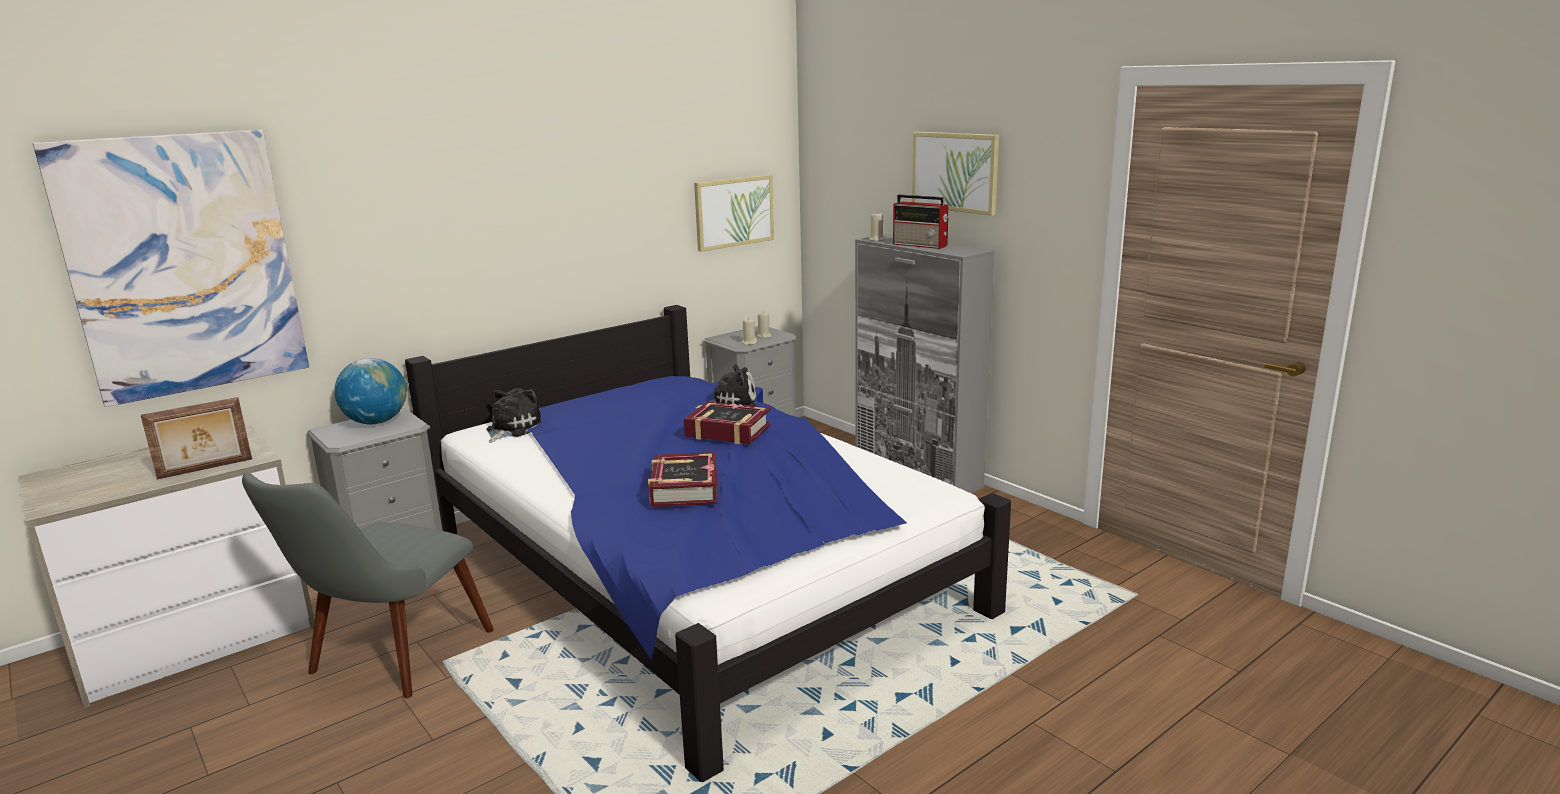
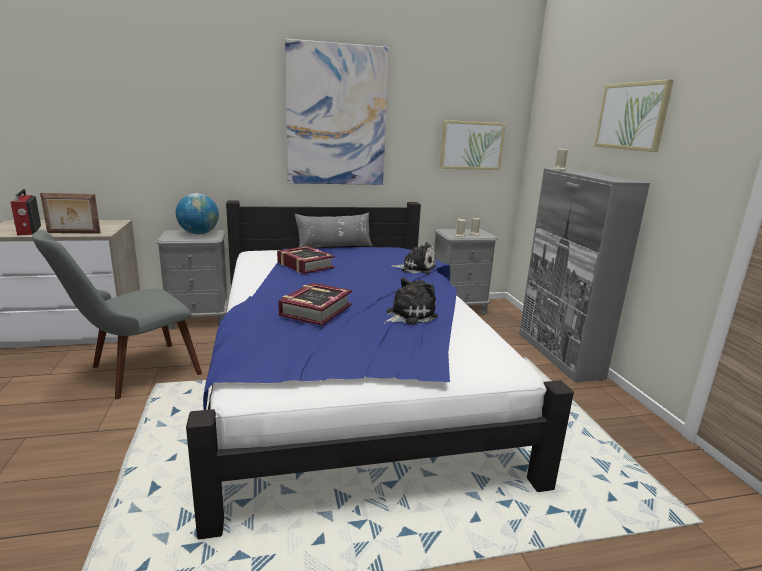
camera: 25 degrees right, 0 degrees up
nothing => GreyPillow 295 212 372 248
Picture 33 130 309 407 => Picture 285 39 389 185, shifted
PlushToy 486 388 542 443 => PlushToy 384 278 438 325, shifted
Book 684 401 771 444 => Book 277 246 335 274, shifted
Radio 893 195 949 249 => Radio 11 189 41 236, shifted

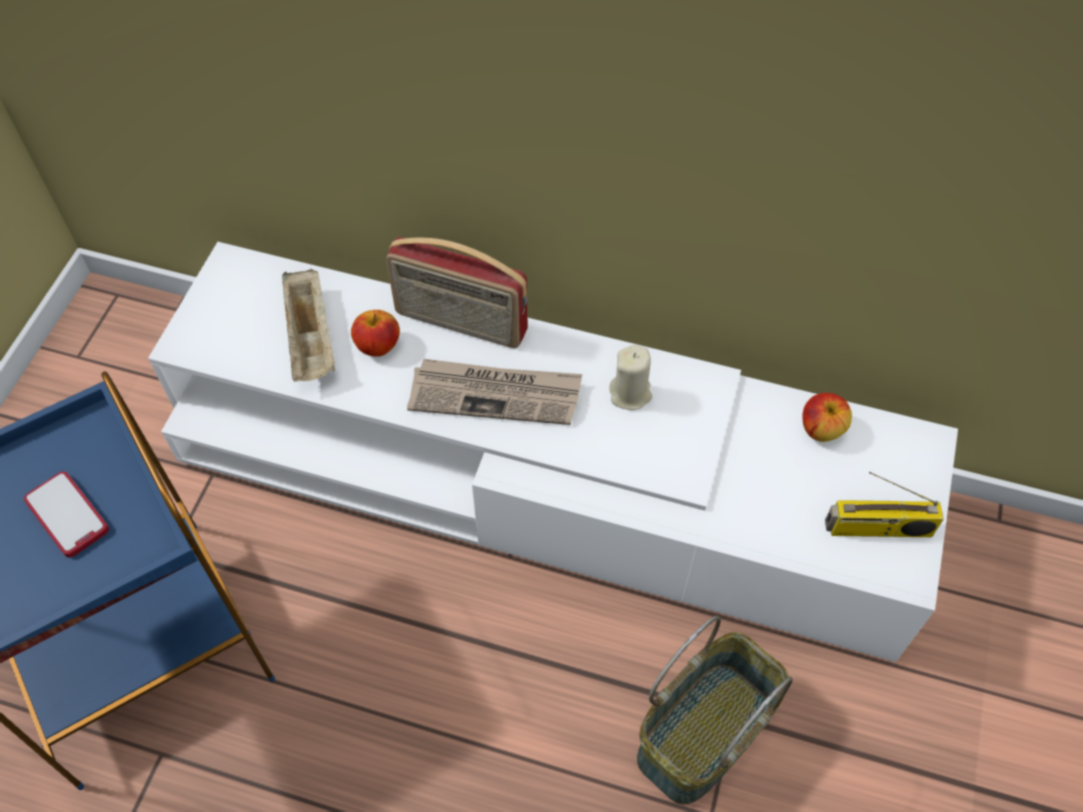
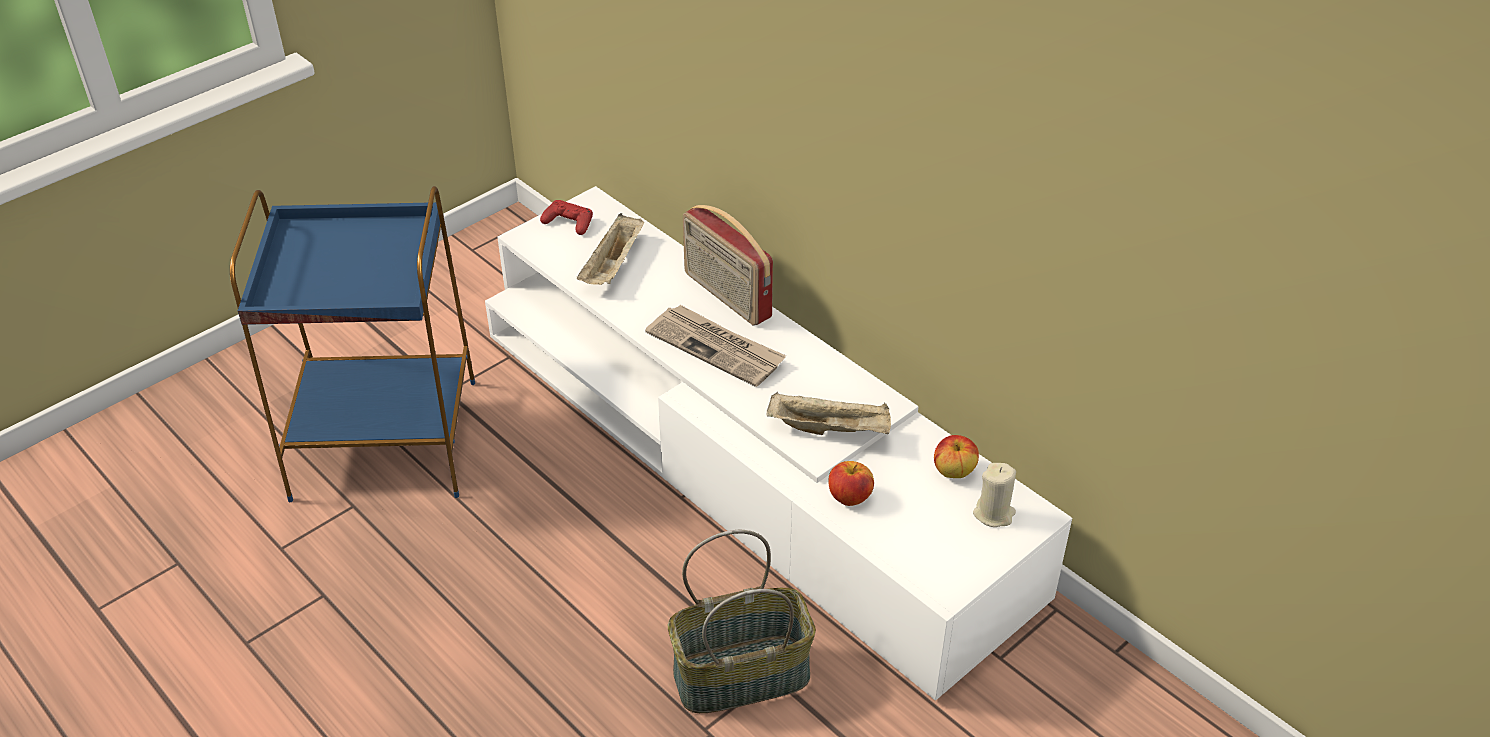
camera: 30 degrees right, 15 degrees down
Phone 24 472 109 558 => nothing
Radio 825 472 944 537 => nothing
nothing => RedGameController 540 200 593 235
nothing => BeigeTray 767 392 891 435
Apple 351 310 400 357 => Apple 829 461 874 506, shifted
BeigeCandle 609 345 652 410 => BeigeCandle 973 463 1016 527, shifted

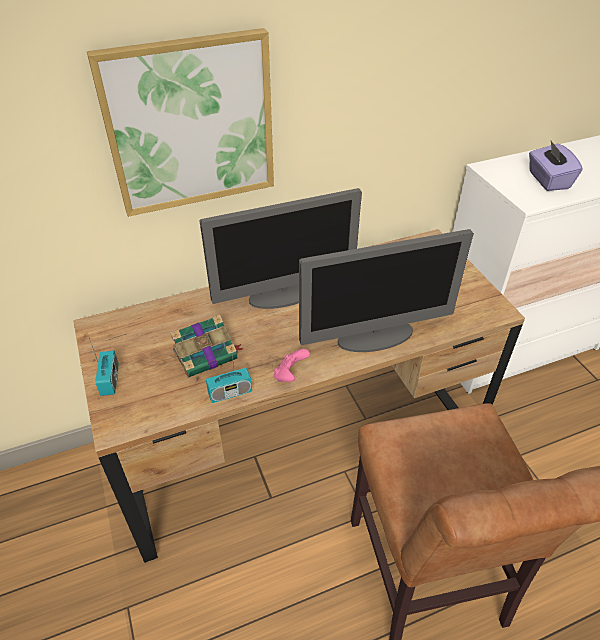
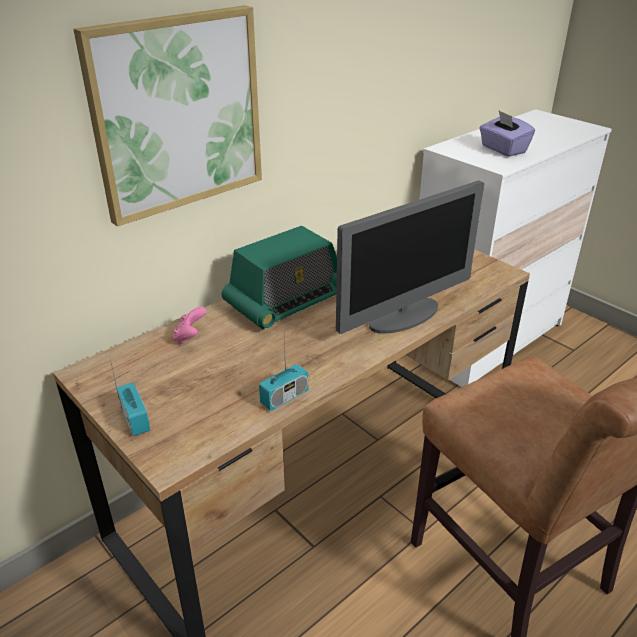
camera: 20 degrees left, 10 degrees down
Book 170 315 244 377 => nothing
PinkGameController 274 349 310 382 => PinkGameController 173 307 207 345, shifted
Monitor 200 188 362 309 => Radio 222 226 337 329

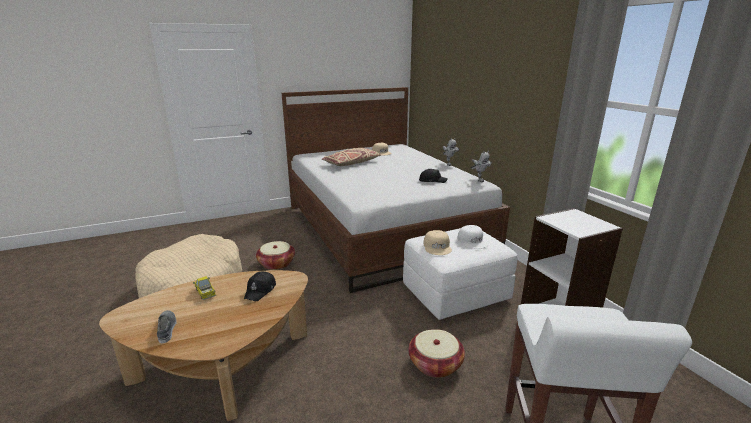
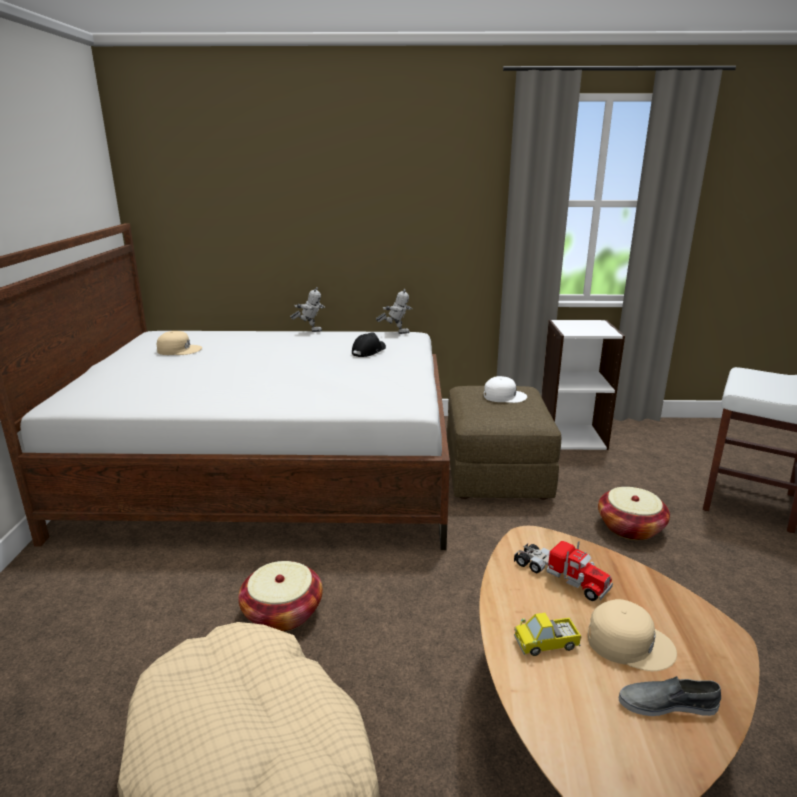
camera: 65 degrees left, 0 degrees up
BeigePillow 322 148 381 166 => nothing
BeigeCap 424 230 452 255 => BeigeCap 588 599 677 671, shifted
BlackCap 244 272 276 301 => ToyTruck 514 541 613 601
WhiteOttoman 403 228 517 320 => BrownOttoman 447 386 561 500

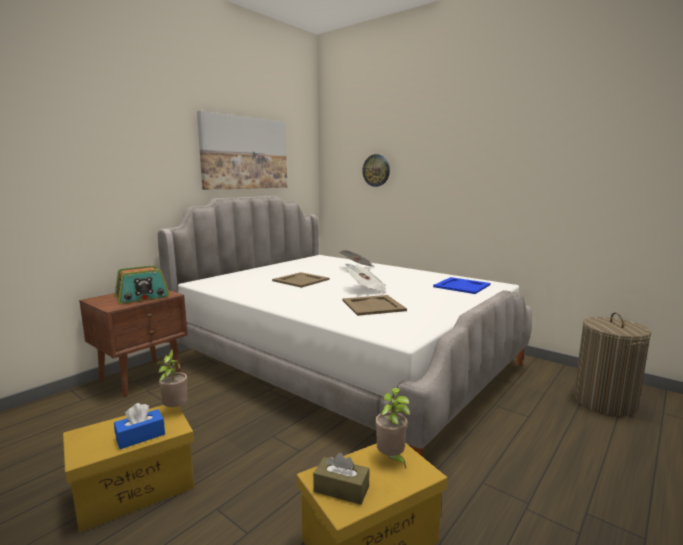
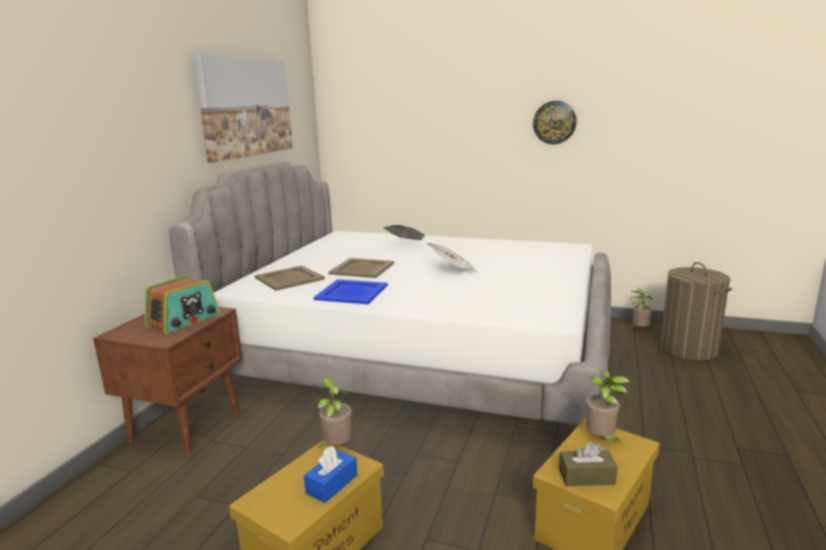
camera: 20 degrees left, 5 degrees up
nothing => PottedPlant 629 288 652 328
BeigeTray 342 295 407 316 => BeigeTray 255 265 325 291, shifted
WallClock 362 154 390 187 => WallClock 533 101 577 144, shifted
BlueTray 433 277 490 294 => BlueTray 314 279 388 304, shifted

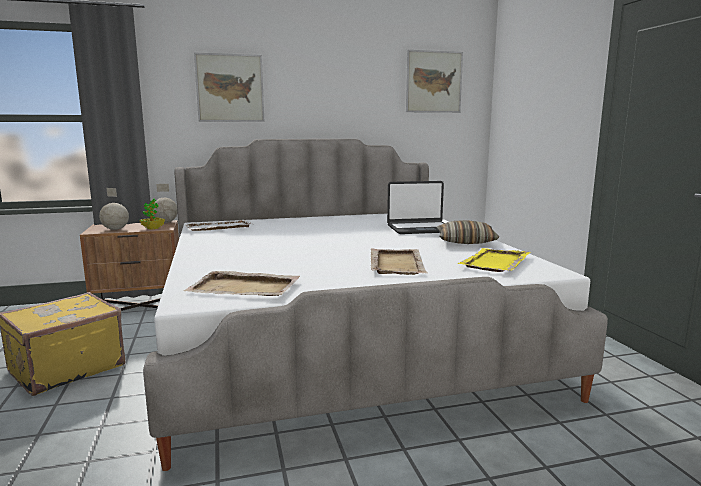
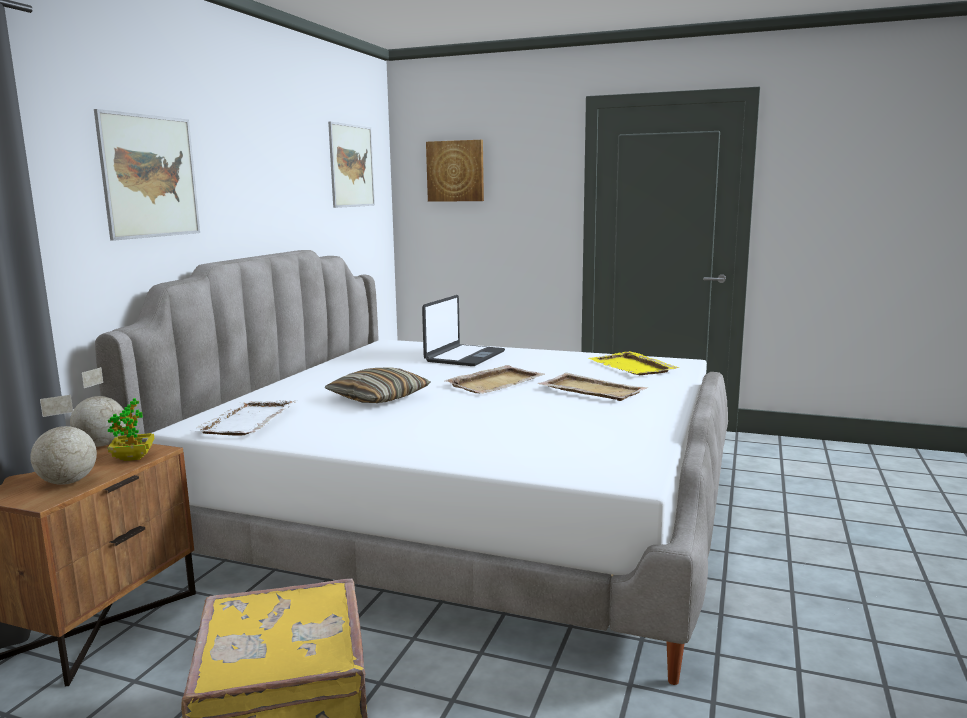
camera: 55 degrees left, 0 degrees up
nothing => Picture 426 140 484 202
BeigeTray 183 271 300 296 => BeigeTray 444 365 544 394, shifted
Pillow 436 220 499 244 => Pillow 325 367 430 403, shifted

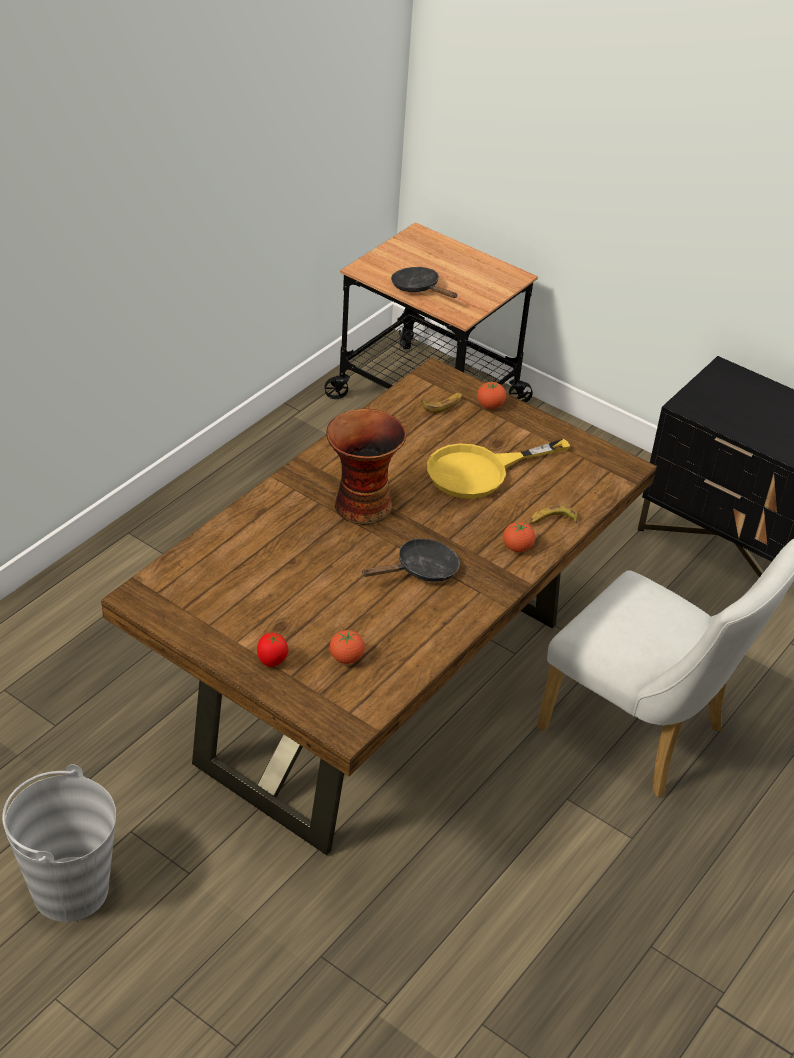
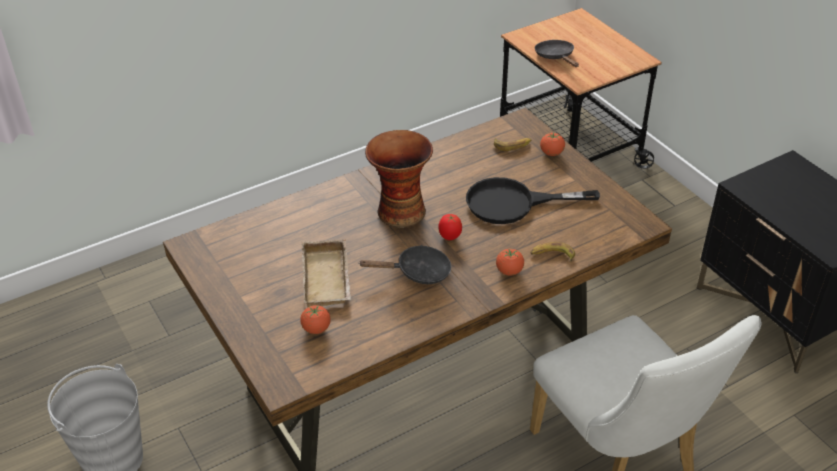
camera: 25 degrees right, 0 degrees up
nothing => BeigeTray 301 239 351 307
Tomato 257 633 288 667 => Tomato 438 214 462 240, shifted
YellowFryingPan 427 439 570 499 => BlackFryingPan 466 177 600 224

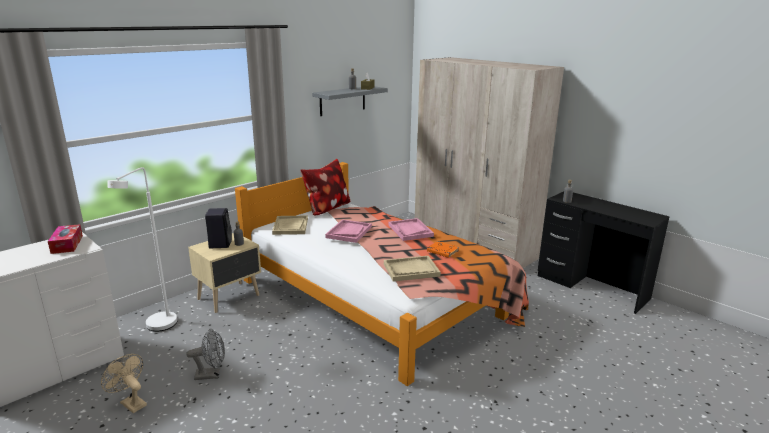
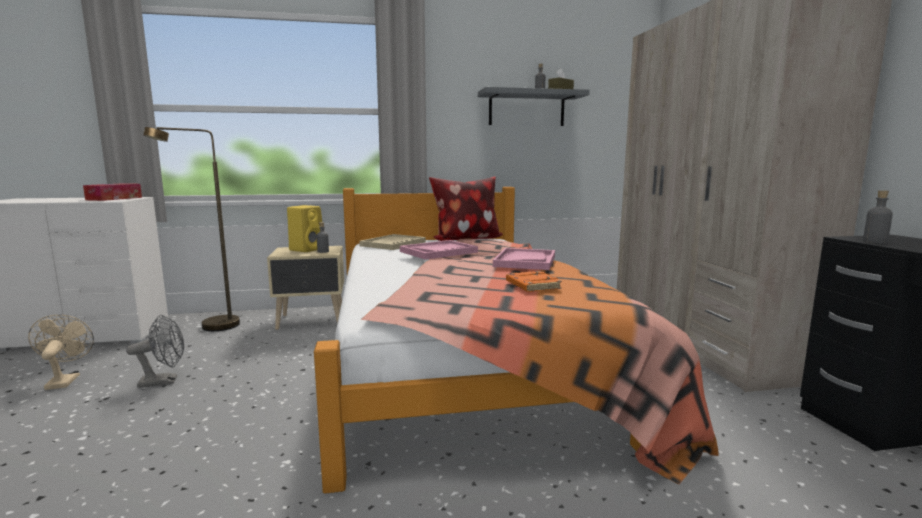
camera: 35 degrees right, 10 degrees down
BeigeTray 384 256 441 282 => nothing
WhiteFloorLamp 107 167 177 332 => BrownFloorLamp 143 127 240 331
BlackSpeaker 205 208 232 248 => YellowSpeaker 287 205 322 252
GreyFan 186 329 225 380 => GreyFan 126 315 184 388, 45 degrees counterclockwise

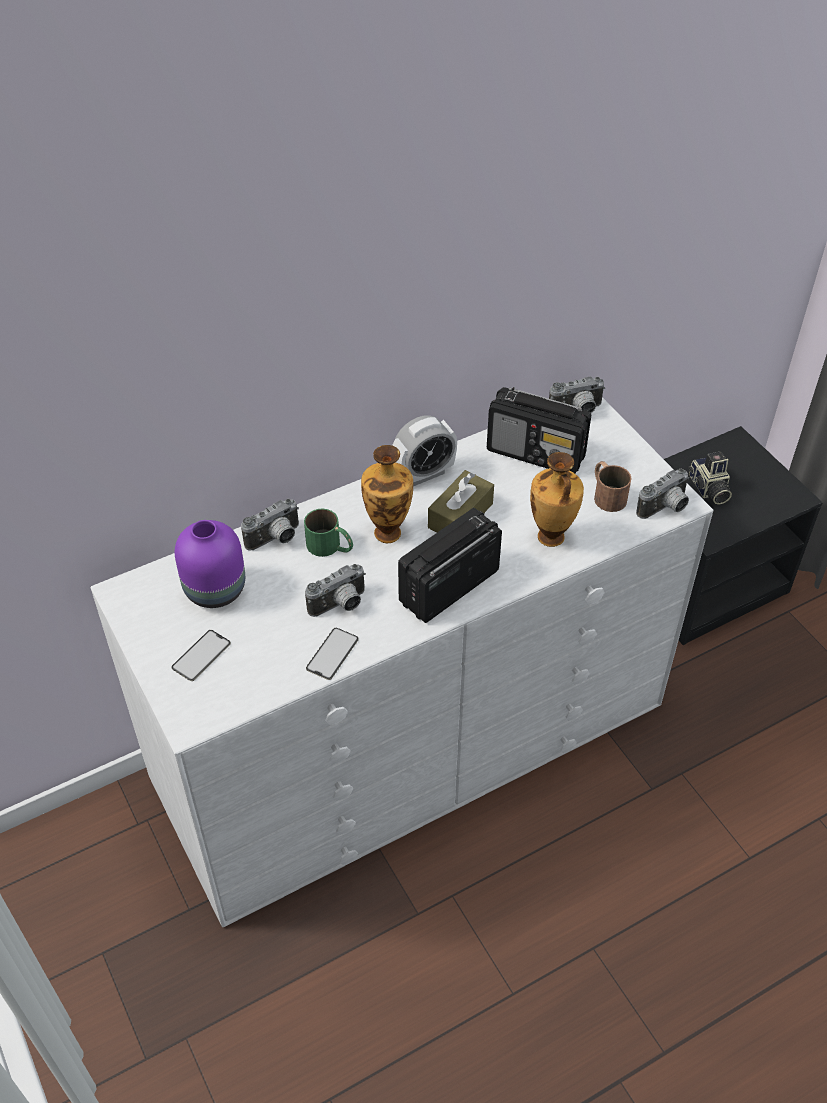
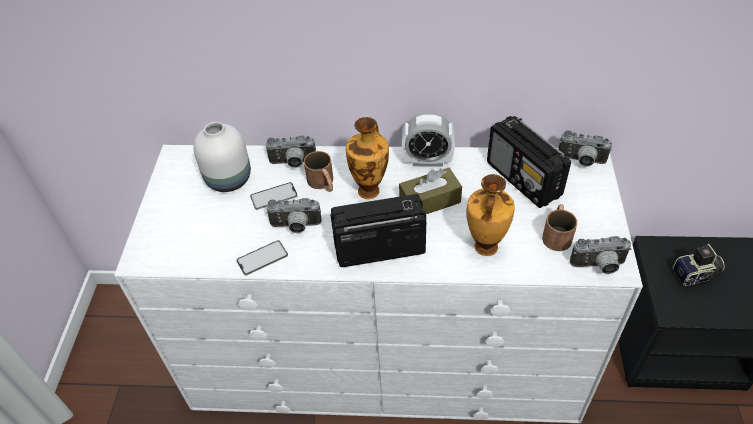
camera: 35 degrees right, 0 degrees up
Phone 171 630 231 681 => Phone 250 182 298 210, shifted
PurpleVase 175 520 245 608 => WhiteVase 193 122 251 192
GreenMug 304 509 353 557 => BrownMug 304 151 333 192
PhotoCamera 688 451 732 505 => PhotoCamera 672 244 725 286, 120 degrees counterclockwise

